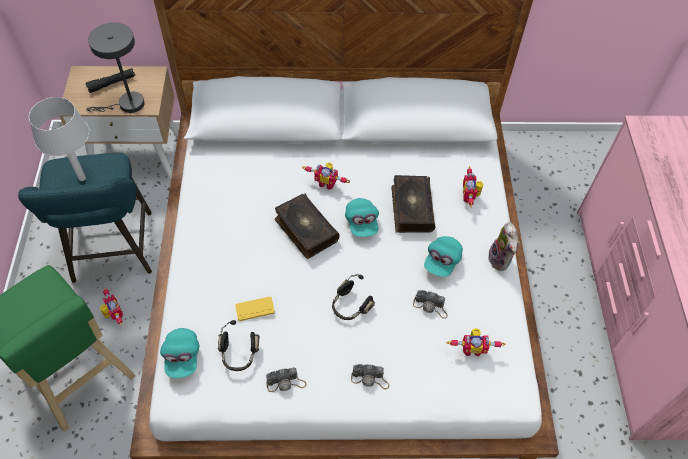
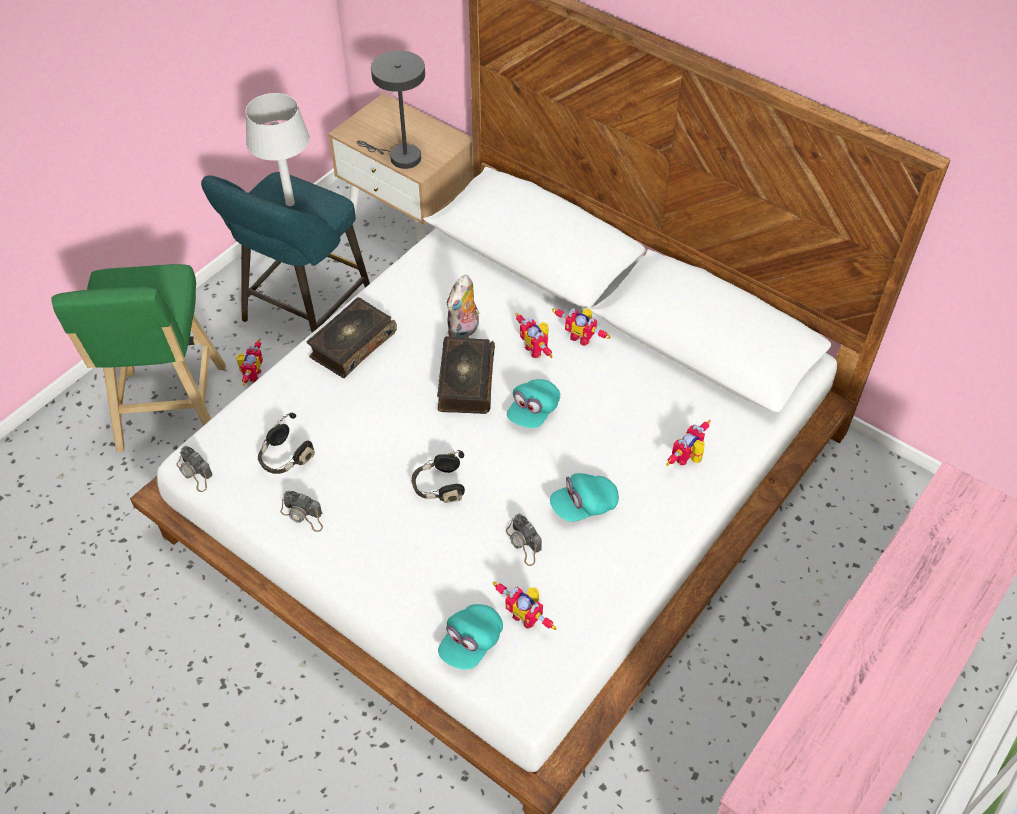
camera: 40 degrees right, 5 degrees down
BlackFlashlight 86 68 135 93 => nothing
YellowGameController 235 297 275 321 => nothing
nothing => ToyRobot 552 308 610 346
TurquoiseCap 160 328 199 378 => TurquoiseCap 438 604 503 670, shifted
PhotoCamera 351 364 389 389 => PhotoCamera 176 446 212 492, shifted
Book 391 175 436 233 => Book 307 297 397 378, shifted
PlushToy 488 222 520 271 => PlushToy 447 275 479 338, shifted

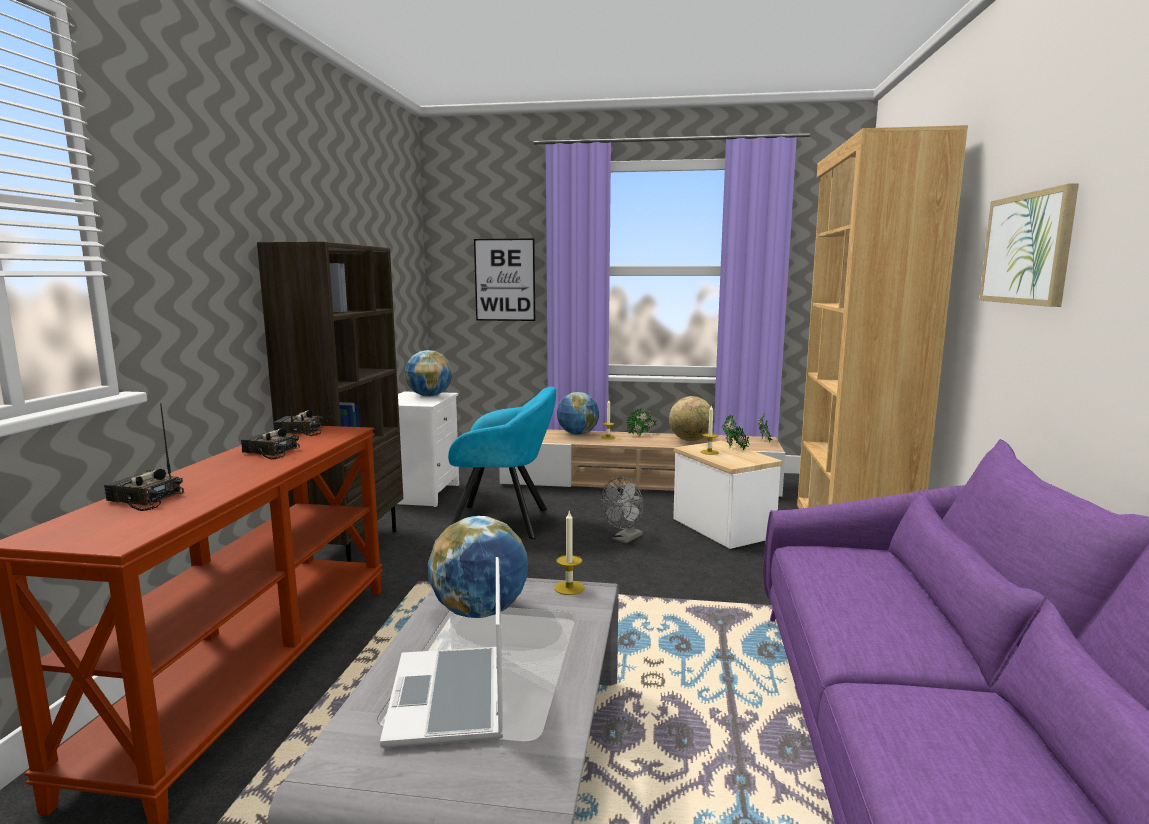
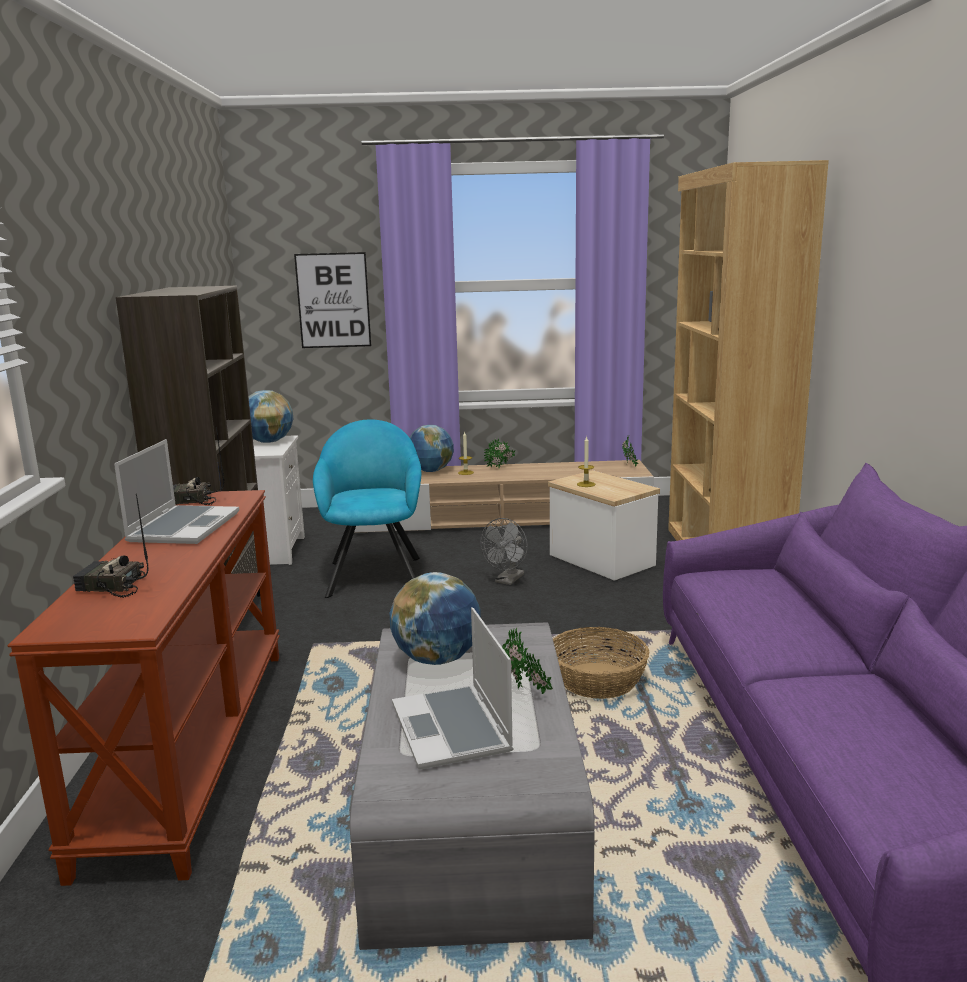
camera: 10 degrees left, 5 degrees up
Candle 554 512 584 595 => nothing
Globe 669 396 715 441 => nothing
Picture 979 183 1079 307 => nothing
nothing => Basket 553 627 649 699
PottedPlant 722 415 749 450 => PottedPlant 502 628 553 694, shifted
Radio 241 376 300 460 => Laptop 114 439 239 544
TurquoiseArmchair 448 387 556 539 => TurquoiseArmchair 313 419 421 598, 90 degrees counterclockwise

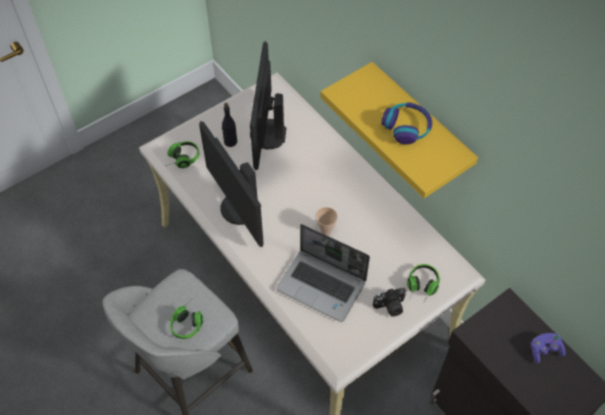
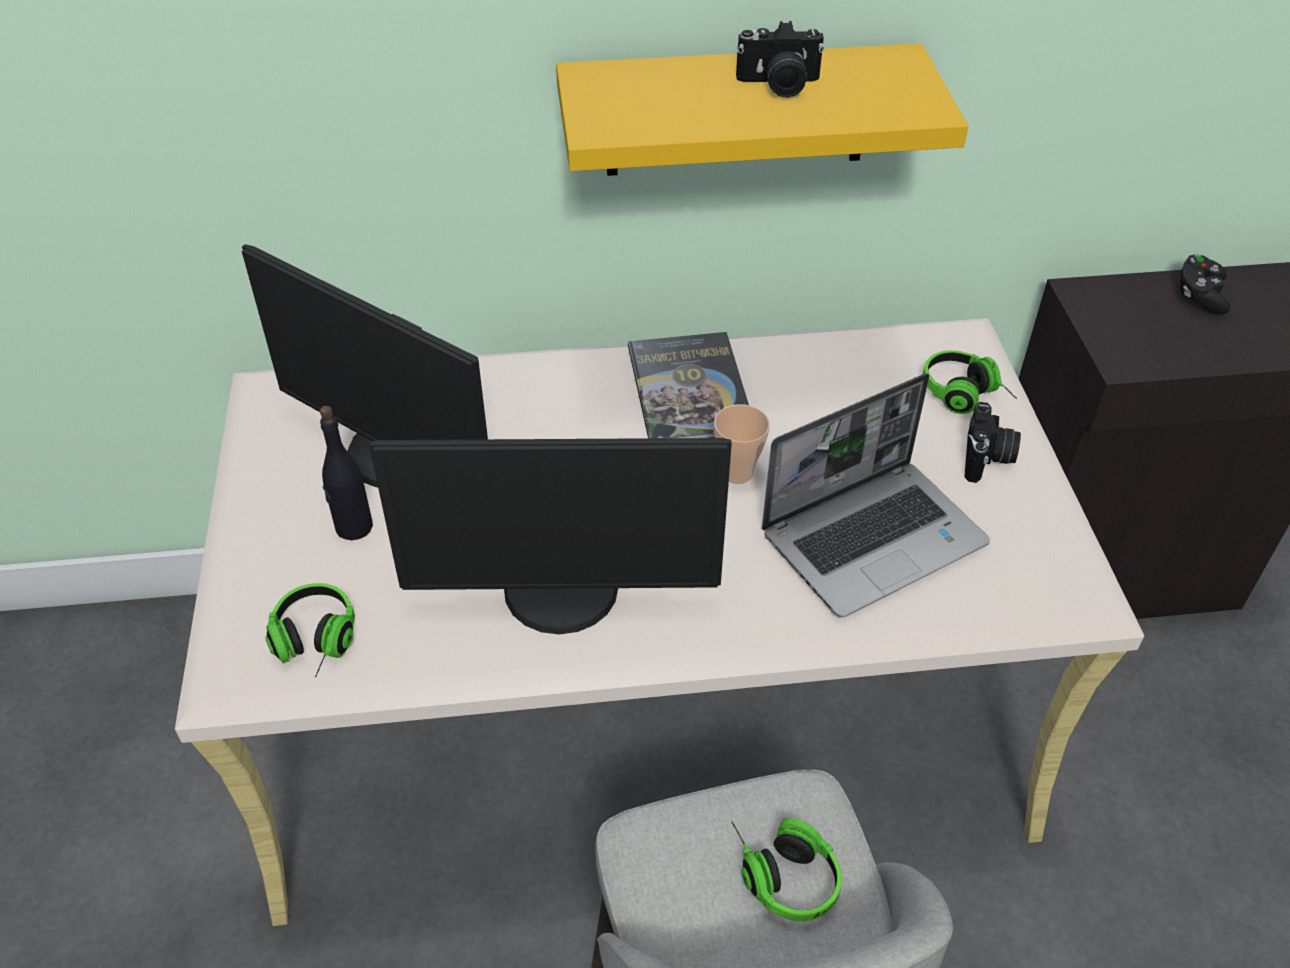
camera: 60 degrees left, 10 degrees down
nothing => Book 628 332 749 438
Headphones 381 103 432 144 => PhotoCamera 736 21 825 98
PurpleGameController 531 333 566 363 => BlackGameController 1180 254 1230 314

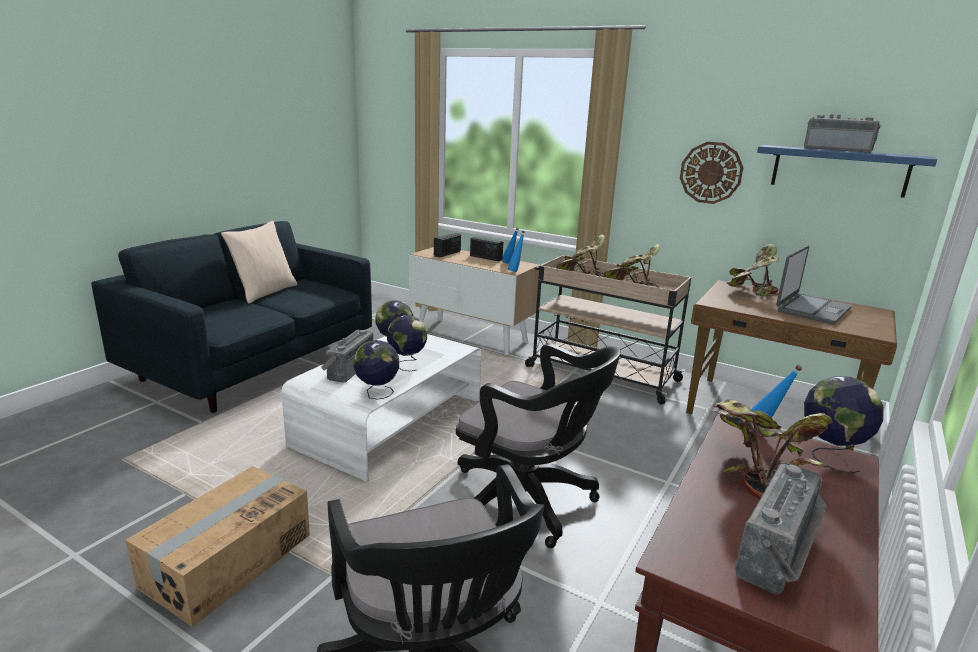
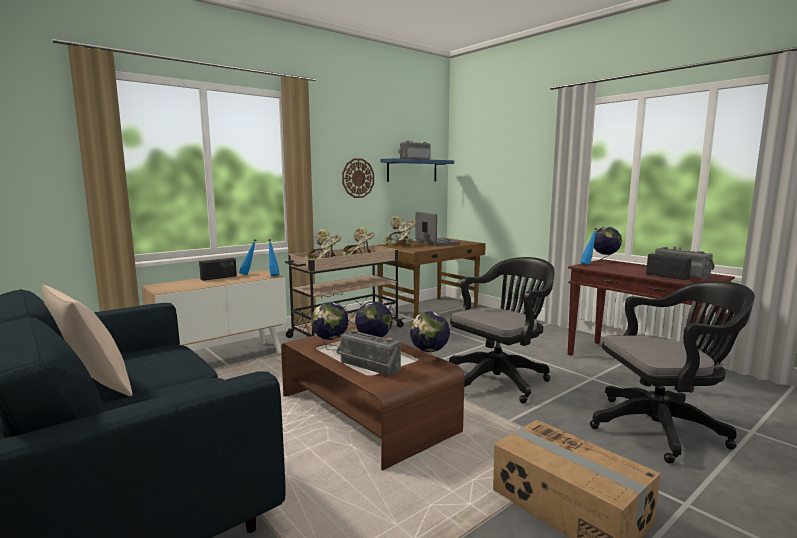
camera: 70 degrees left, 10 degrees down
PottedPlant 713 399 832 500 => nothing
Radio 434 233 461 257 => Radio 646 254 692 280, shifted
WhiteCoffeeTable 281 334 481 482 => BrownCoffeeTable 281 326 464 470

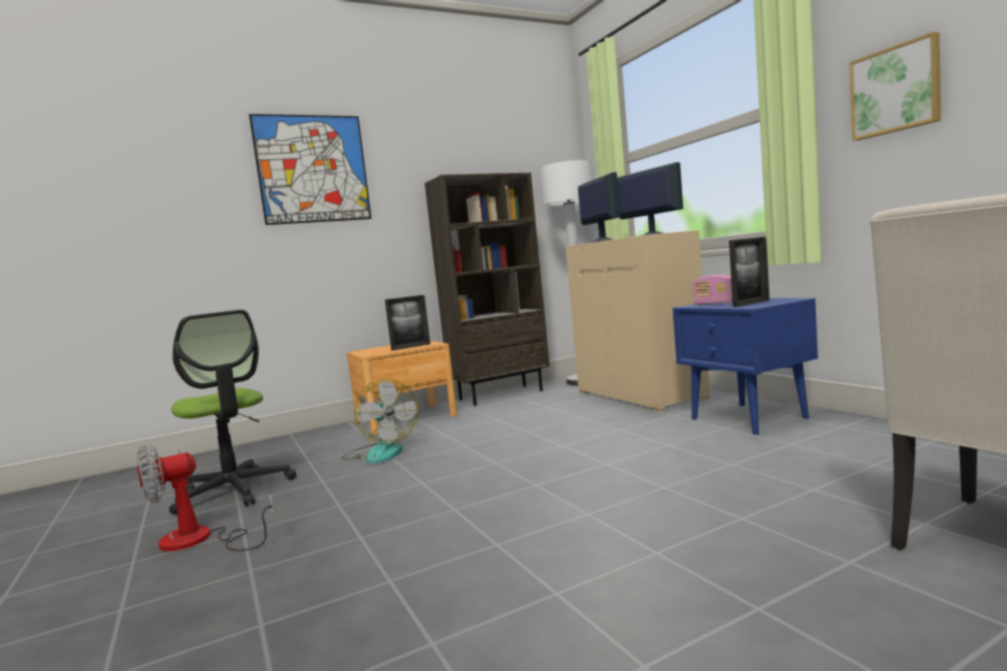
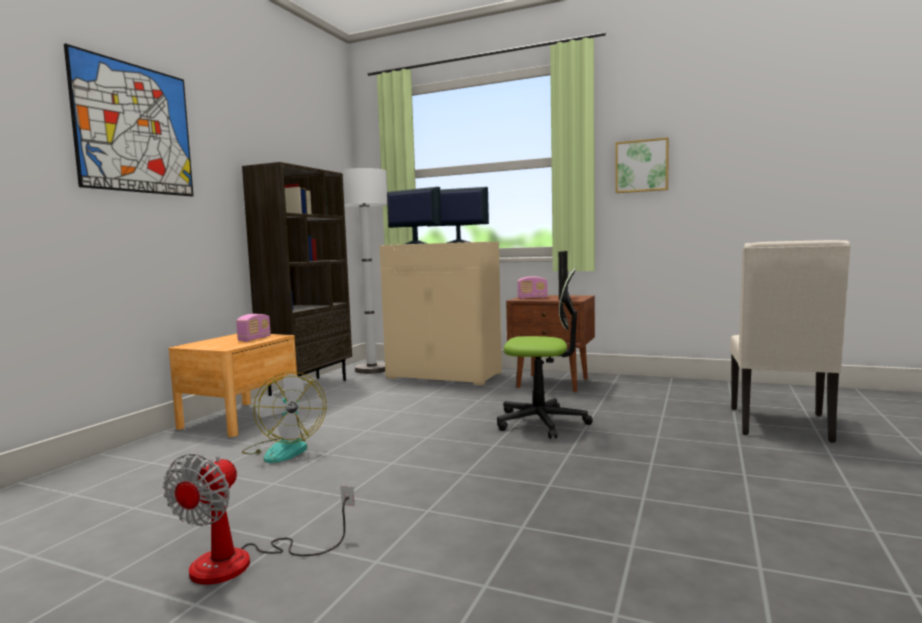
camera: 40 degrees left, 0 degrees up
OfficeChair 169 310 296 515 => OfficeChair 497 267 593 439, shifted
PictureFrame 385 295 430 351 => Radio 236 314 271 342
BlueNightstand 673 298 818 435 => BrownNightstand 506 295 595 392
Fan 342 379 418 464 => Fan 242 372 327 463, 45 degrees clockwise

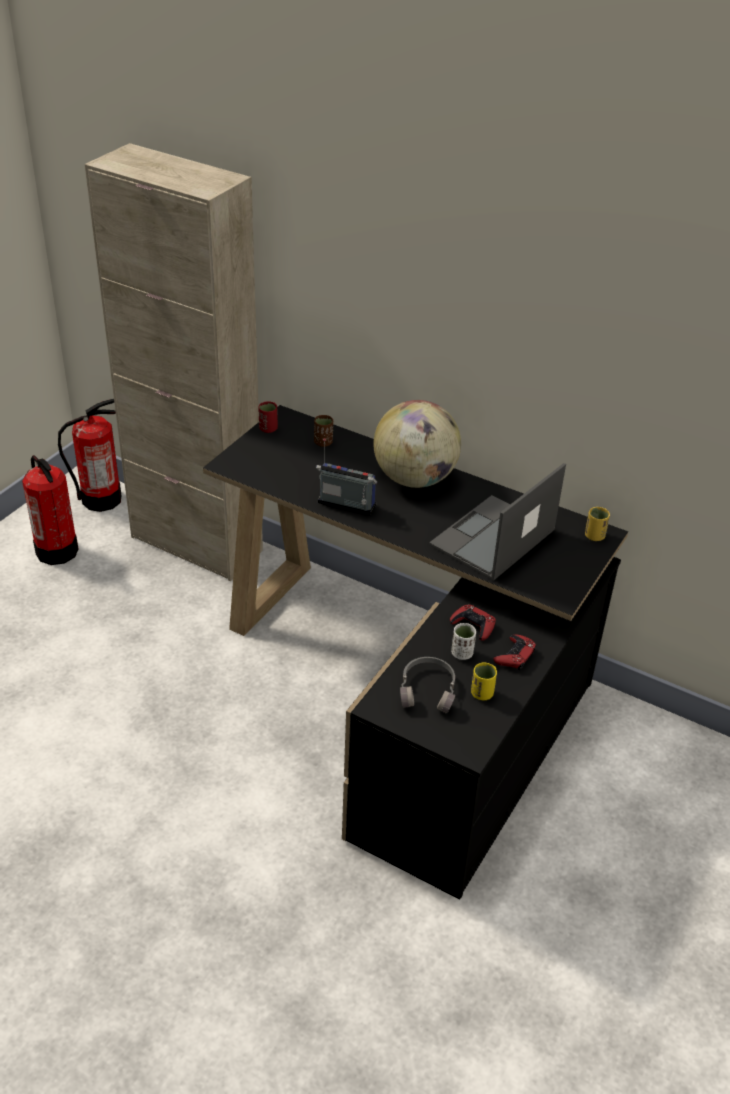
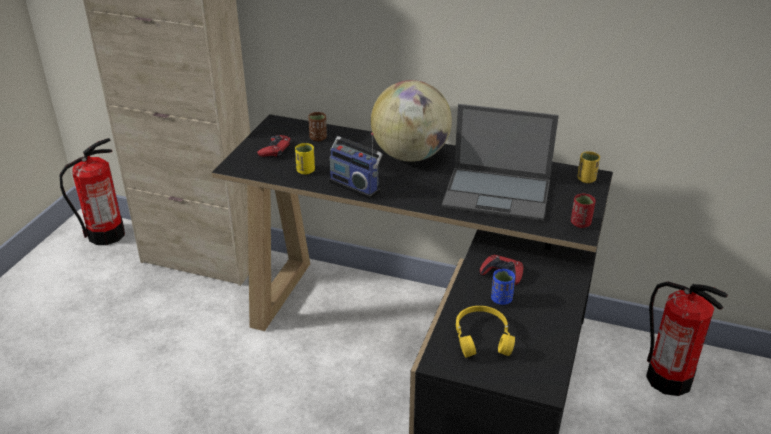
camera: 10 degrees left, 5 degrees down
FireExtinguisher 22 455 78 565 => FireExtinguisher 646 281 728 396, shifted
RedCup 259 401 278 433 => RedCup 571 194 596 228, shifted
YellowCup 471 663 497 700 => YellowCup 295 143 315 174, shifted
RedGameController 493 635 536 670 => RedGameController 257 135 291 158, shifted
GreyHeadphones 400 657 455 714 => YellowHeadphones 456 306 515 358
WhiteCup 451 623 476 660 => BlueCup 491 269 515 305
Radio 316 438 377 515 => Radio 329 133 383 200, 150 degrees counterclockwise
Laptop 429 463 566 581 => Laptop 442 104 559 221, 105 degrees counterclockwise

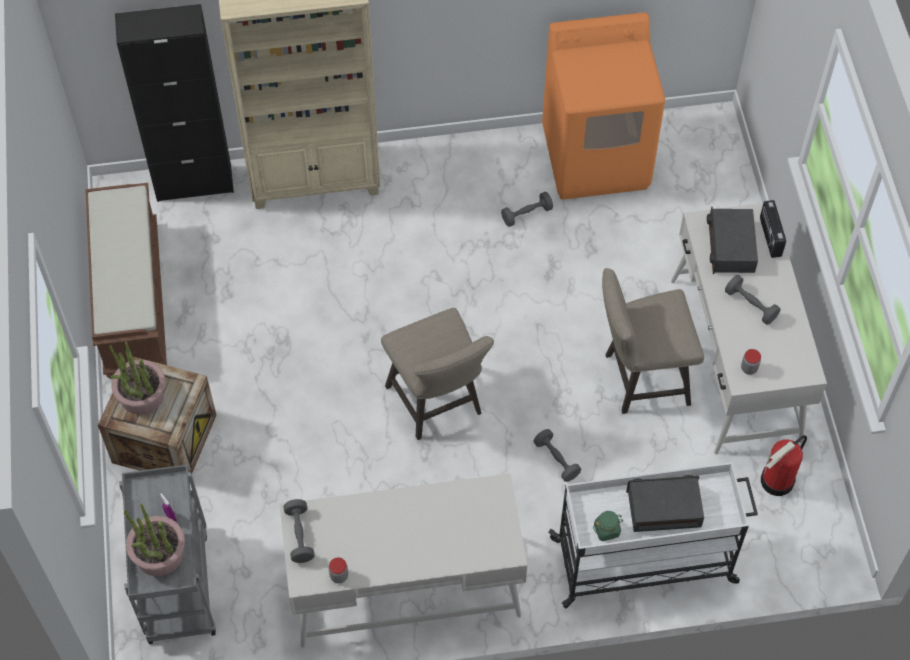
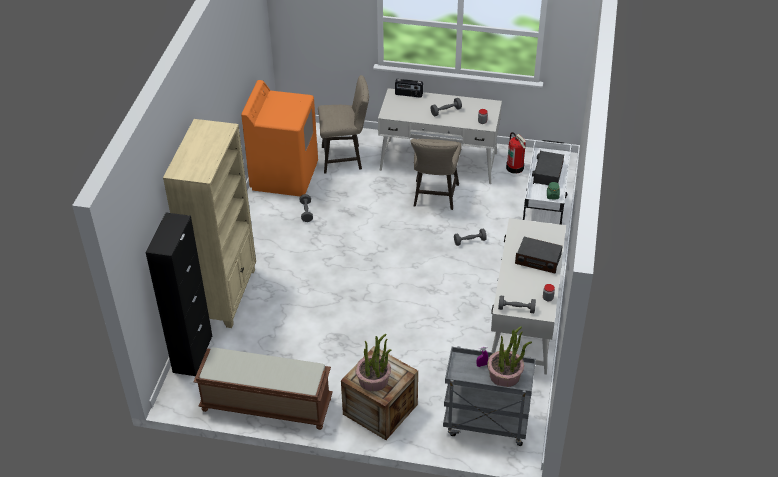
camera: 70 degrees left, 15 degrees down
BeigeStool 381 308 494 440 => BeigeStool 318 75 369 174, shifted
Radio 707 207 758 274 => Radio 515 237 562 274, shifted

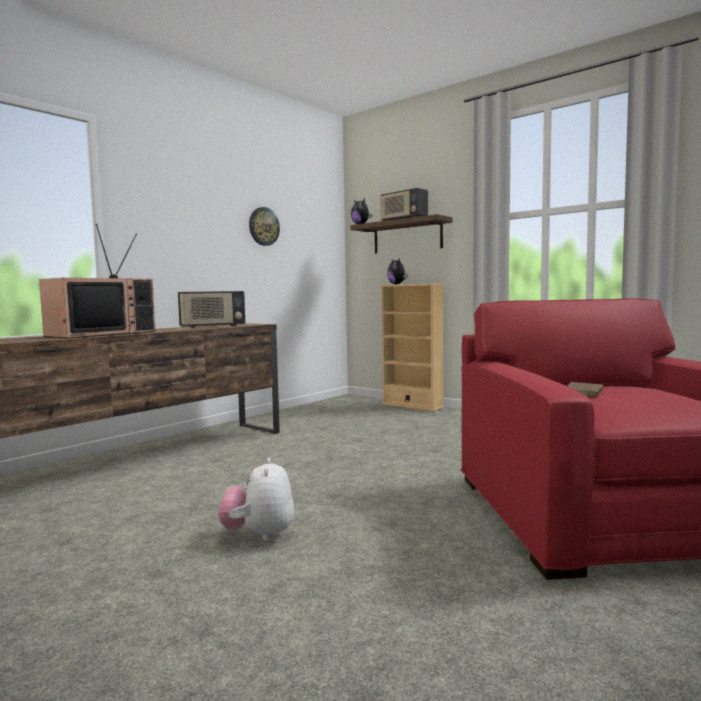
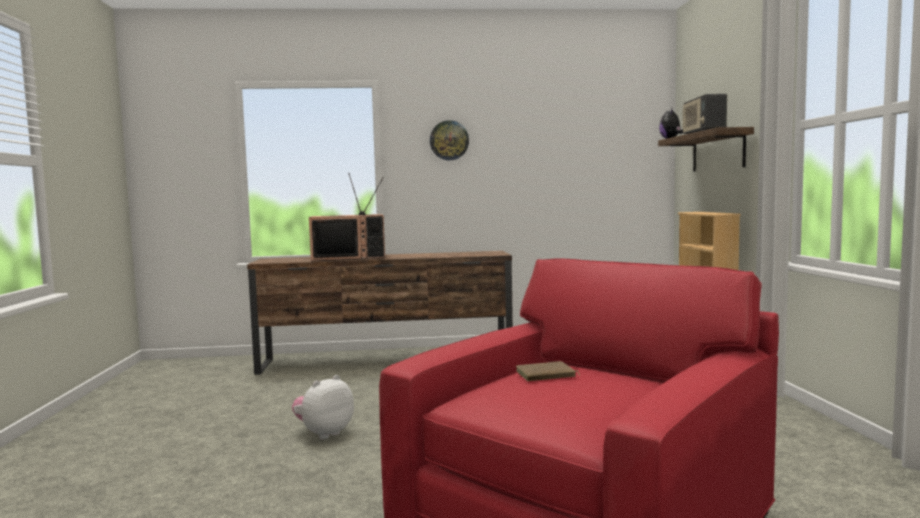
camera: 45 degrees right, 0 degrees up
Radio 178 291 245 328 => nothing
PlushToy 387 258 408 285 => nothing
WallClock 249 207 280 246 => WallClock 430 120 469 160, shifted

